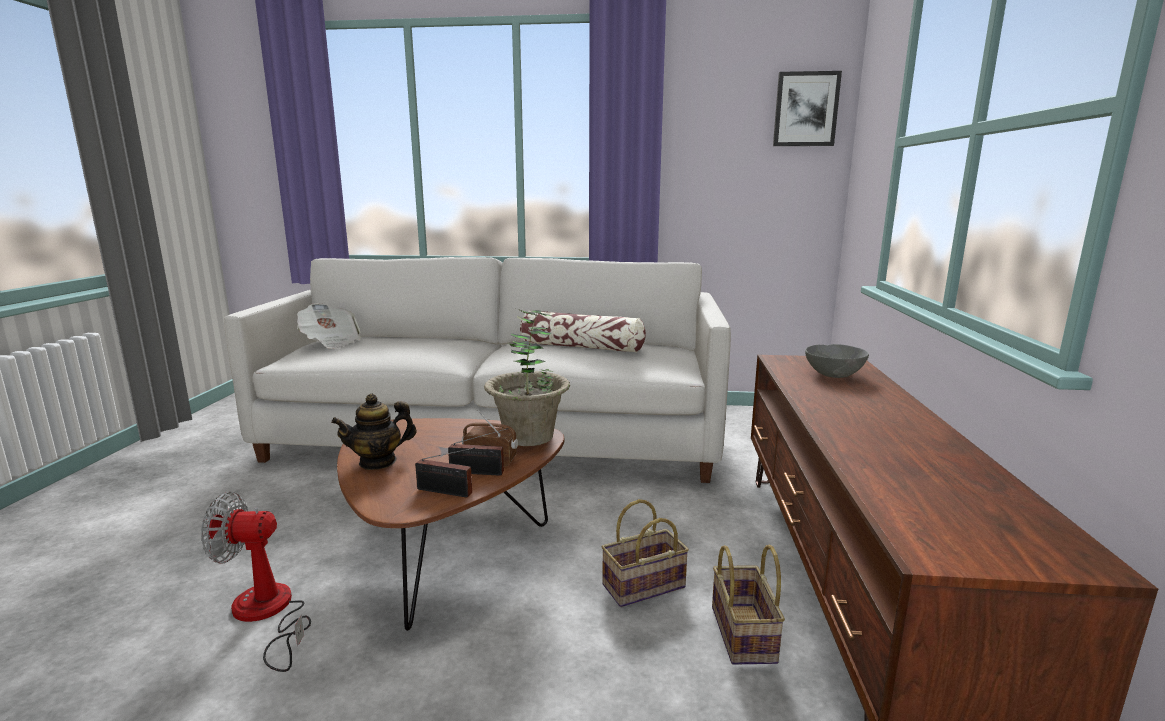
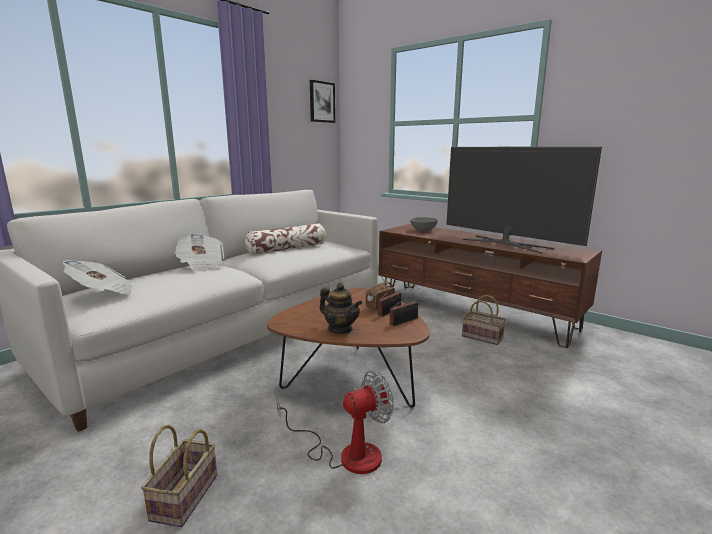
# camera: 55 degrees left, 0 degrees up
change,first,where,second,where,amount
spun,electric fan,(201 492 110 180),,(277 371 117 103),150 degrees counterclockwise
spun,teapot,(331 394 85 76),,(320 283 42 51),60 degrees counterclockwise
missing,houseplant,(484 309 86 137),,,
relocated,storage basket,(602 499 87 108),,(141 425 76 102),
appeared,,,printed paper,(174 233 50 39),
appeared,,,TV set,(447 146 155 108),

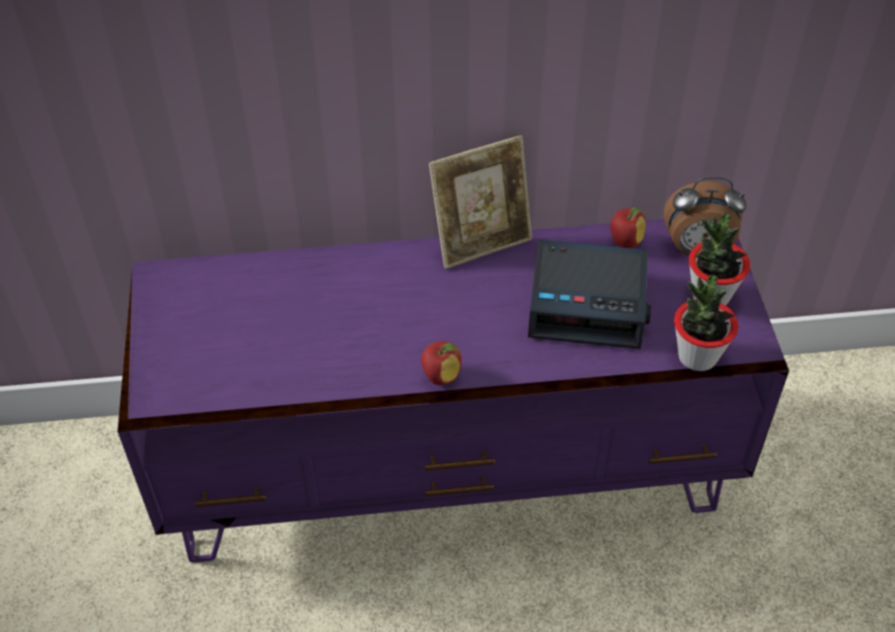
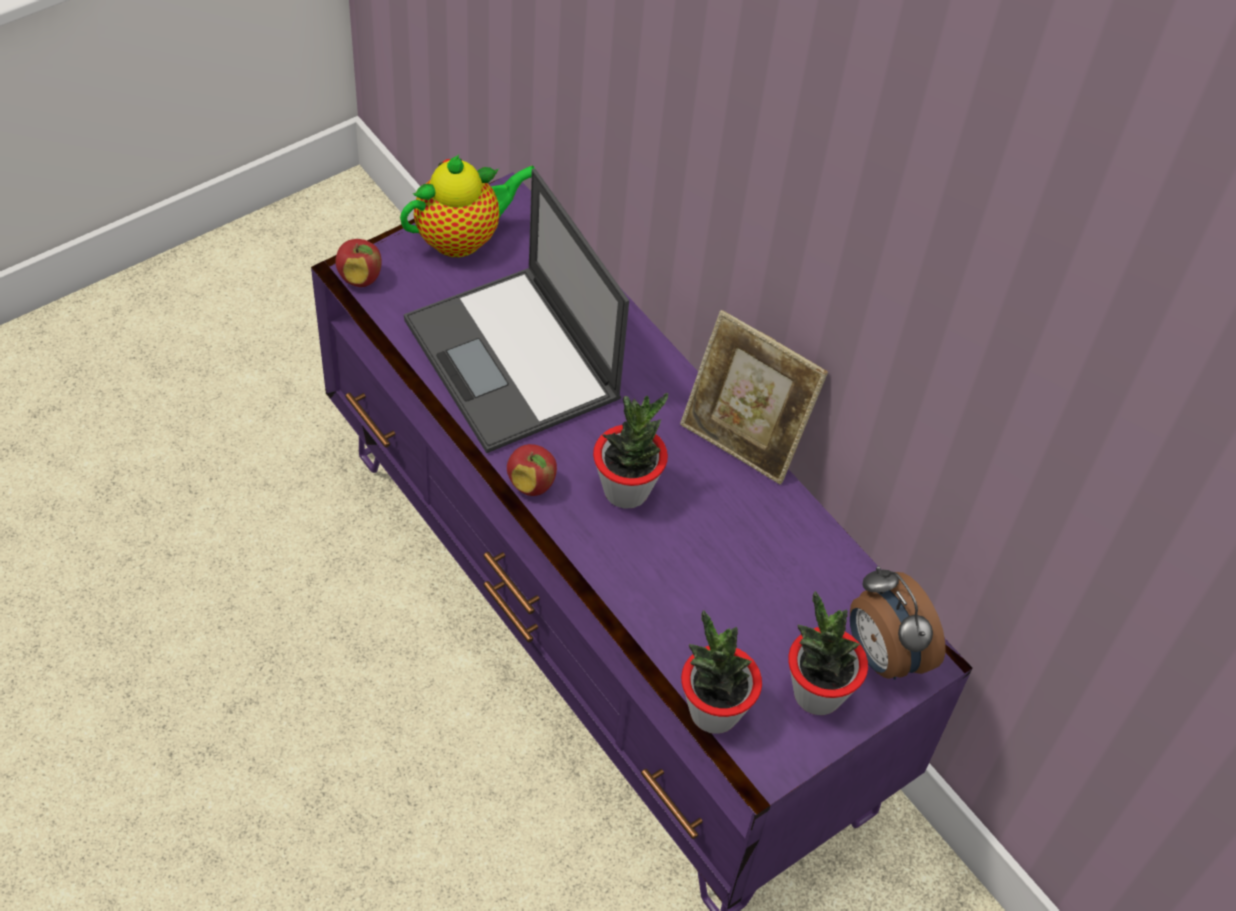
# camera: 55 degrees right, 5 degrees up
change,first,where,second,where,amount
missing,alarm clock,(528 240 123 109),,,
relocated,apple,(610 207 36 41),,(335 239 47 48),
appeared,,,teapot,(400 155 135 102),
appeared,,,laptop,(404 169 225 284),
appeared,,,houseplant,(593 393 75 116),

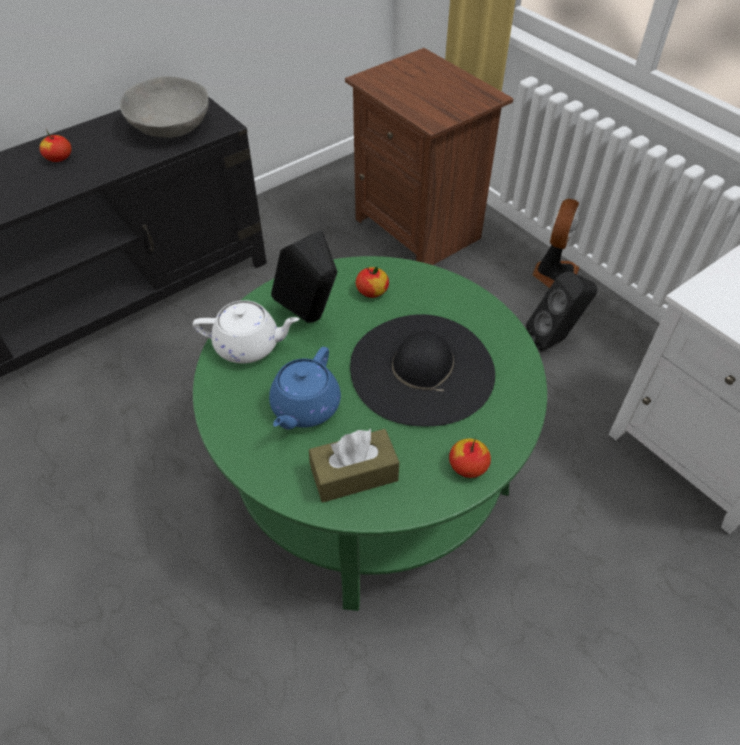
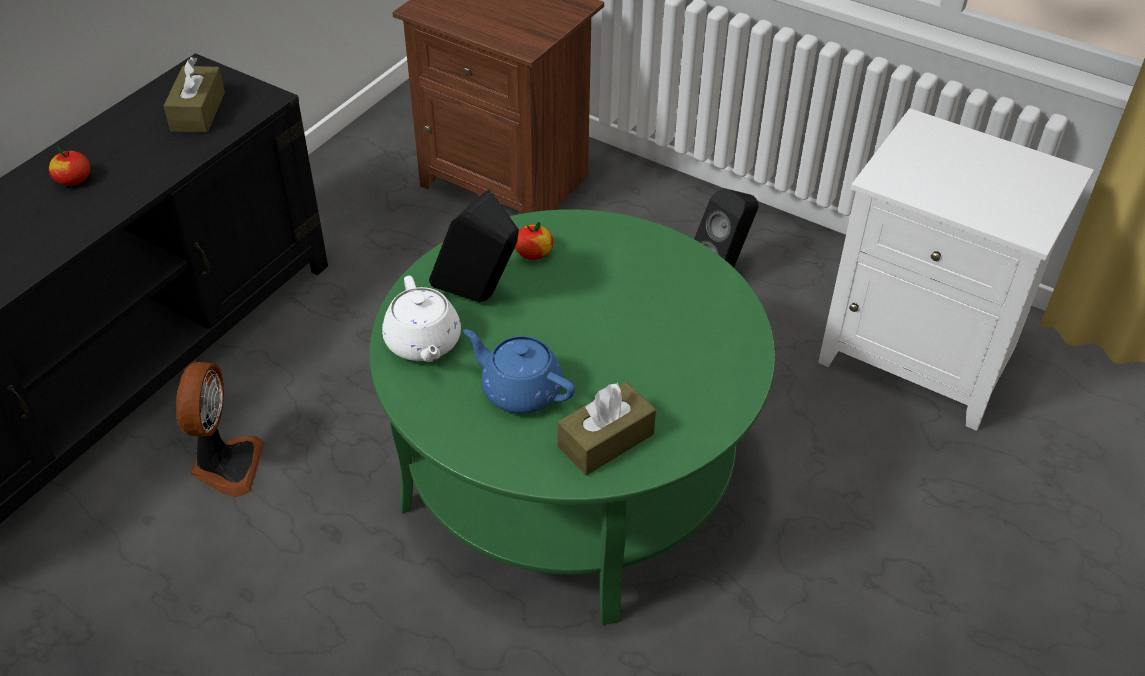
# camera: 20 degrees left, 5 degrees down
change,first,where,second,where,amount
exchanged,gray serving bowl,(120 76 89 62),brown tissue box,(164 57 61 76),
spun,white teapot,(193 300 106 64),,(382 276 79 86),90 degrees clockwise
spun,blue teapot,(269 347 72 82),,(463 329 112 85),120 degrees clockwise
missing,black-coloured clothing hat,(350 314 145 113),,,
missing,apple,(449 439 42 39),,,
relocated,electric fan,(532 199 47 89),,(176 362 89 135),

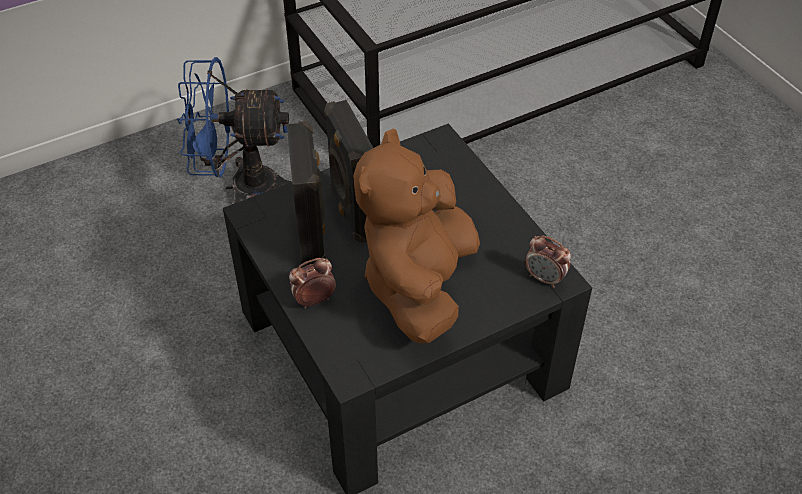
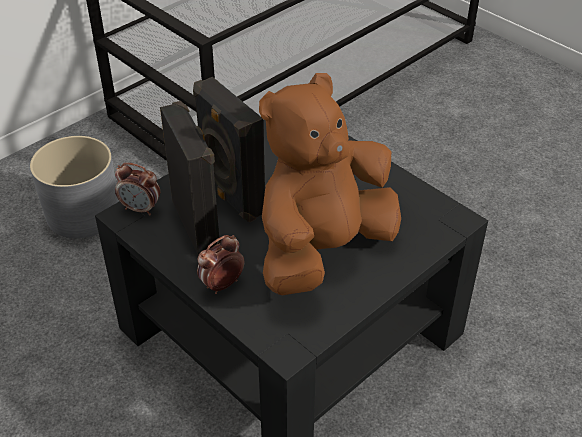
# camera: 15 degrees left, 5 degrees down
change,first,where,second,where,amount
exchanged,blue electric fan,(177 57 115 147),gray plant pot,(30 136 89 102),
spun,brown soft toy,(353 129 127 214),,(259 73 142 222),45 degrees clockwise
relocated,alarm clock,(525 235 46 53),,(115 163 45 52),

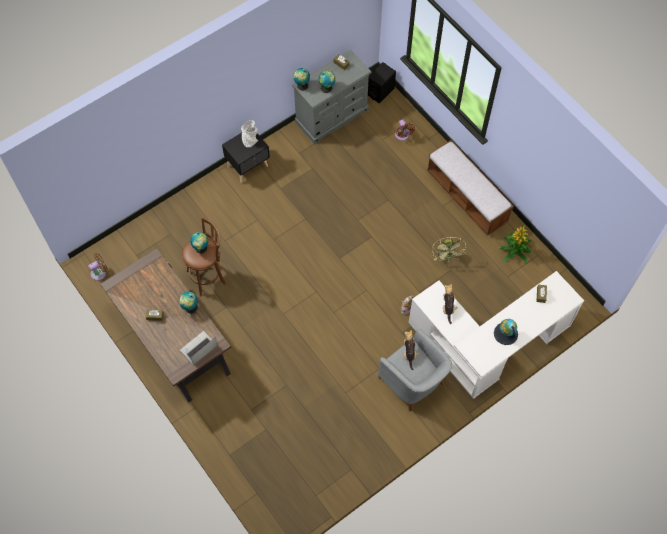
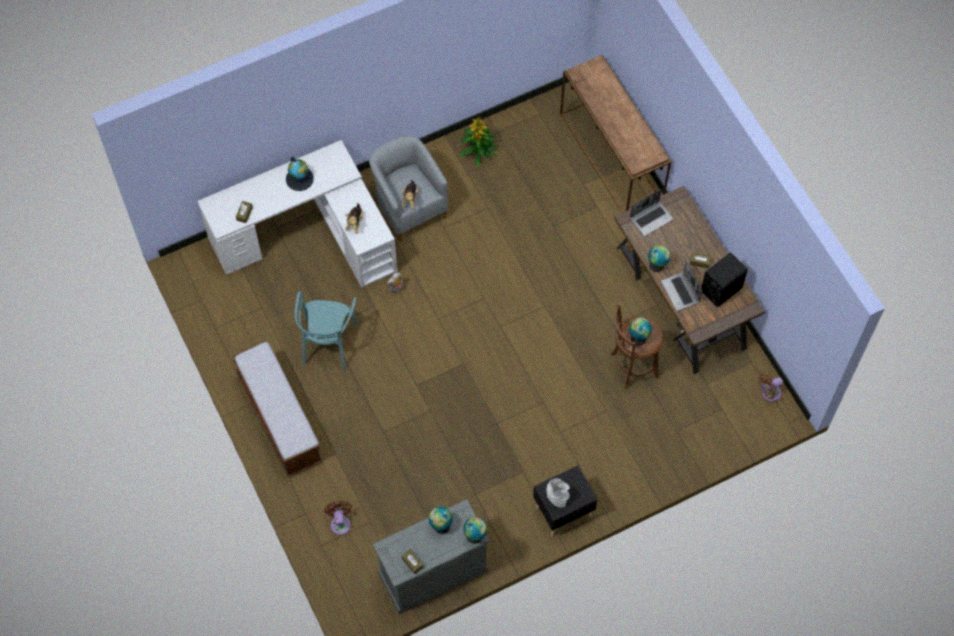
# camera: 170 degrees left, 0 degrees up
change,first,where,second,where,amount
relocated,black-coloured audio speaker,(368 62 28 41),,(701 253 47 54),
exchanged,green electric fan,(432 237 34 24),blue-green upright chair,(295 291 64 79),
relocated,houseplant,(499 226 33 36),,(459 117 39 49),
appeared,,,brown hall table,(560 55 111 158),
appeared,,,laptop,(661 261 42 50),

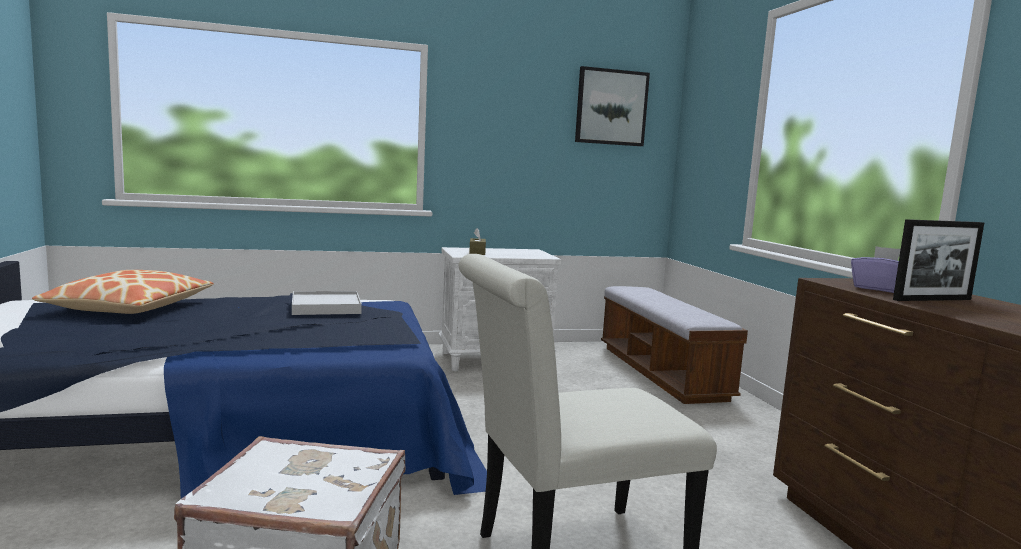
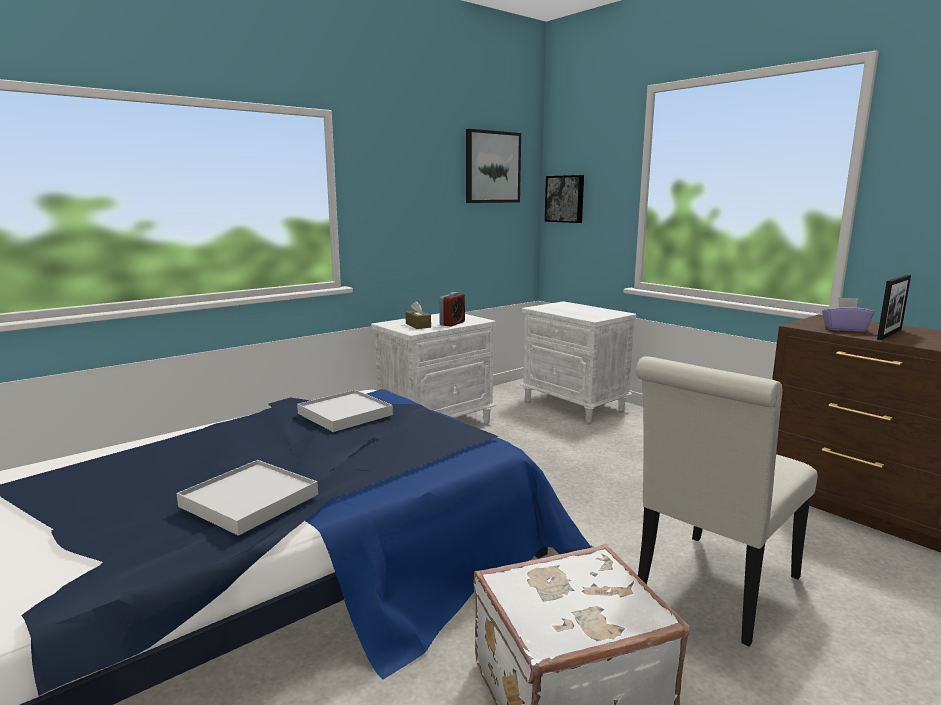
# camera: 25 degrees left, 5 degrees up
change,first,where,second,where,amount
missing,throw pillow,(32 270 182 44),,,
exchanged,long seat,(601 286 147 118),white bedside table,(520 301 116 122),
appeared,,,white serving tray,(176 460 142 76),
appeared,,,alarm clock,(439 292 26 35),
appeared,,,wall art,(545 175 39 48),

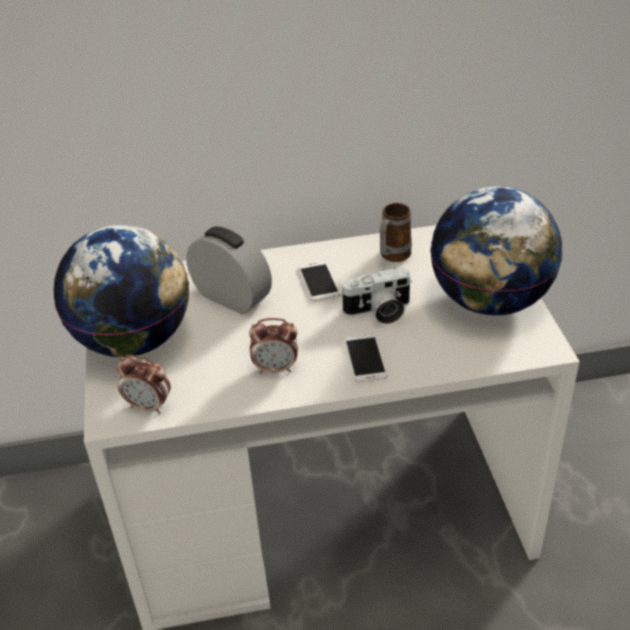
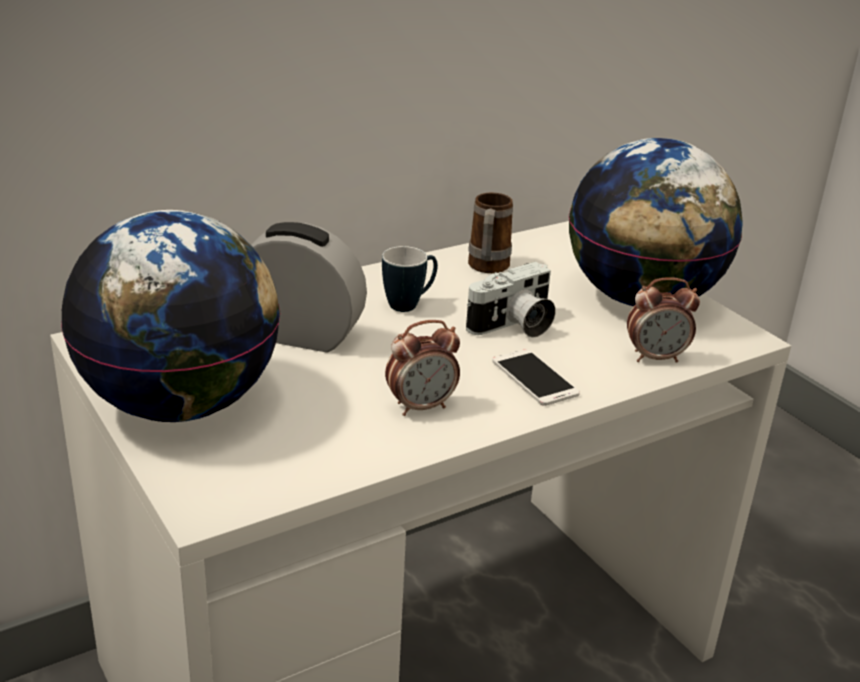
# camera: 25 degrees left, 10 degrees down
change,first,where,second,where,amount
relocated,alarm clock,(117 355 54 59),,(627 277 73 86),
exchanged,handset,(299 261 41 41),coffee mug,(382 246 56 66),

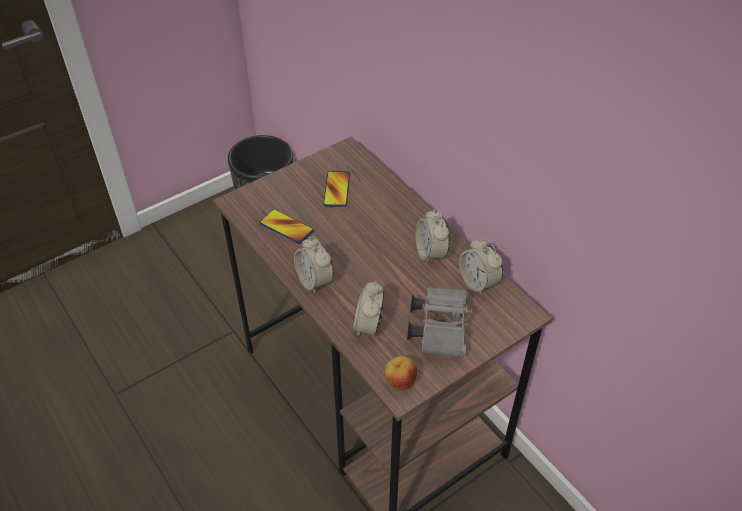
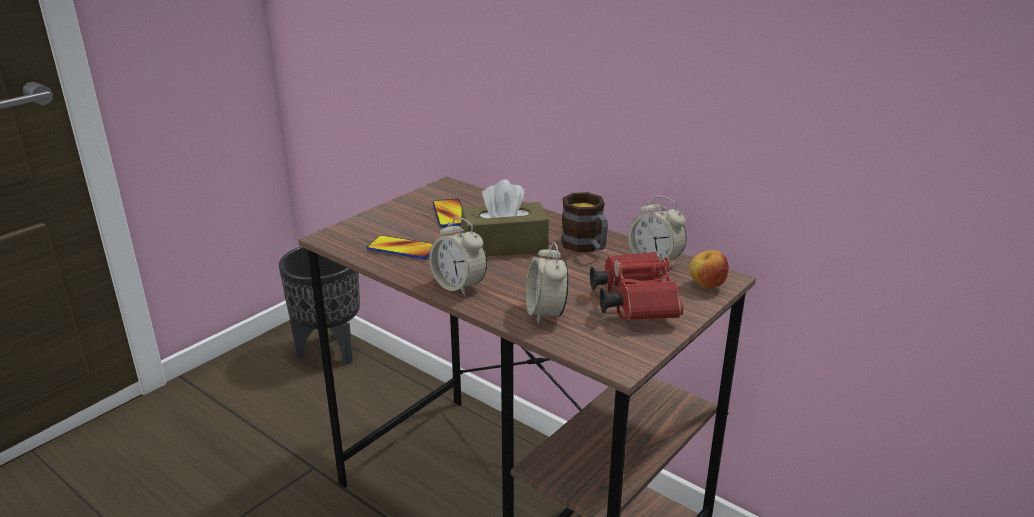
# camera: 15 degrees left, 20 degrees down
change,first,where,second,where,amount
relocated,apple,(385 356 32 34),,(689 250 40 38),
colour,gray binoculars,(407 287 65 71),reddish binoculars,(590 251 93 69),
exchanged,alarm clock,(415 209 35 56),coffee mug,(561 192 47 61),
appeared,,,brown tissue box,(461 180 88 76),

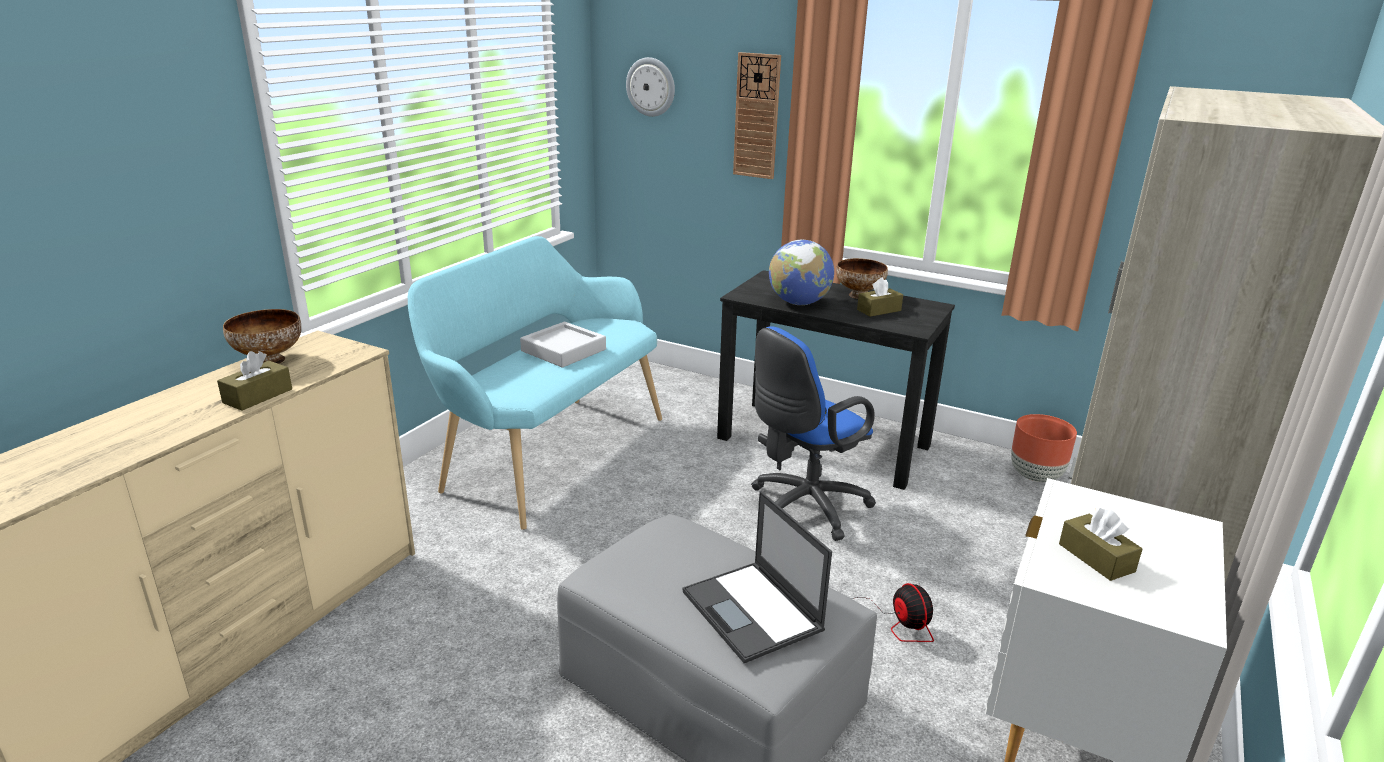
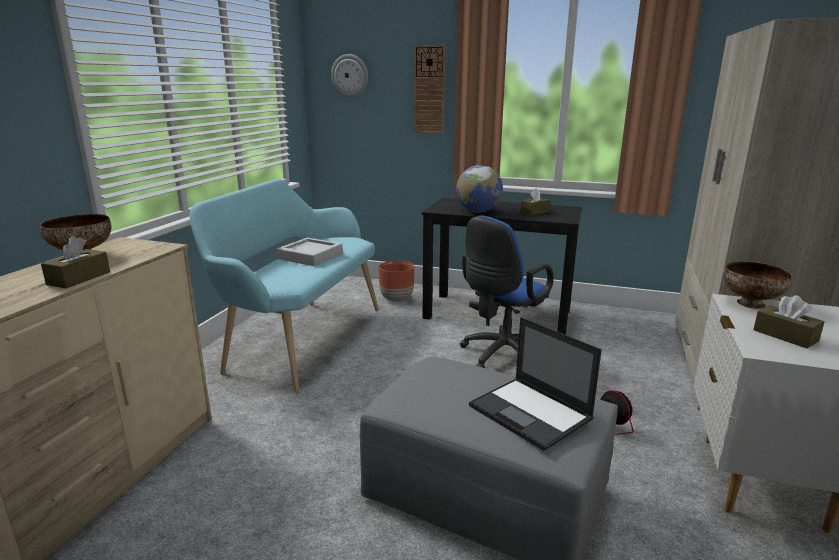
# camera: 10 degrees left, 5 degrees down
change,first,where,second,where,amount
relocated,serving bowl,(836 258 52 41),,(723 261 69 48),
relocated,brown plant pot,(1011 414 66 68),,(379 261 35 41),

